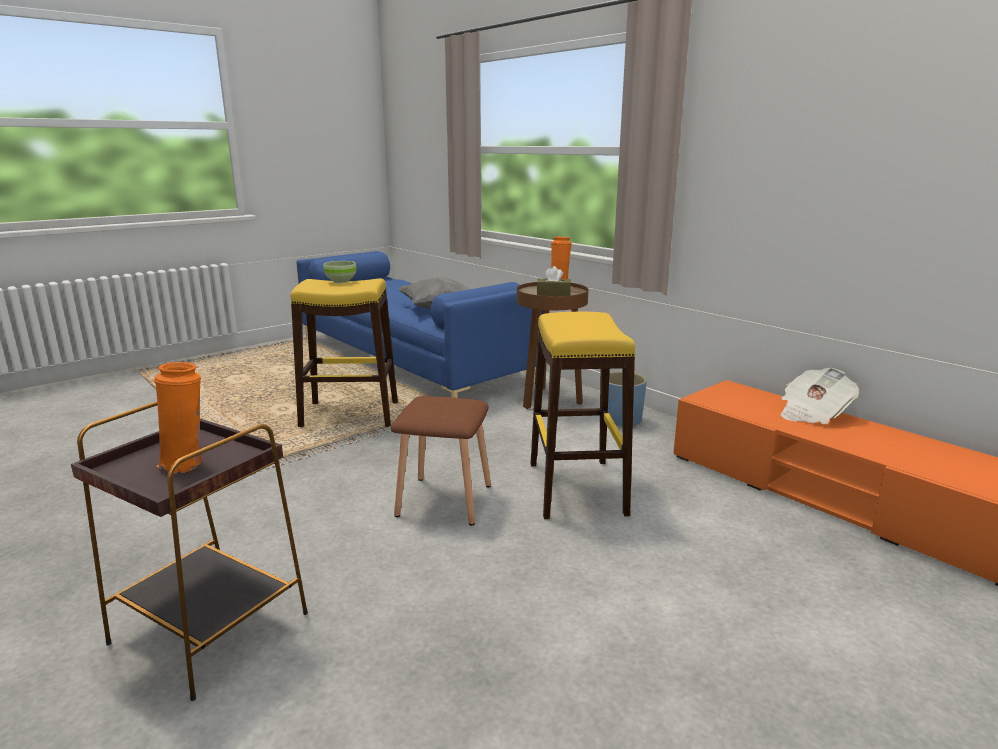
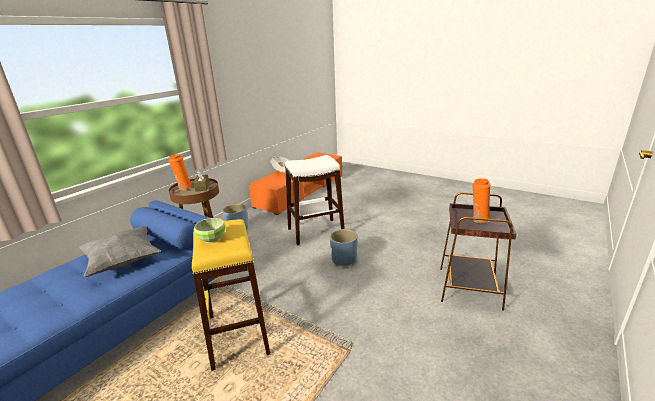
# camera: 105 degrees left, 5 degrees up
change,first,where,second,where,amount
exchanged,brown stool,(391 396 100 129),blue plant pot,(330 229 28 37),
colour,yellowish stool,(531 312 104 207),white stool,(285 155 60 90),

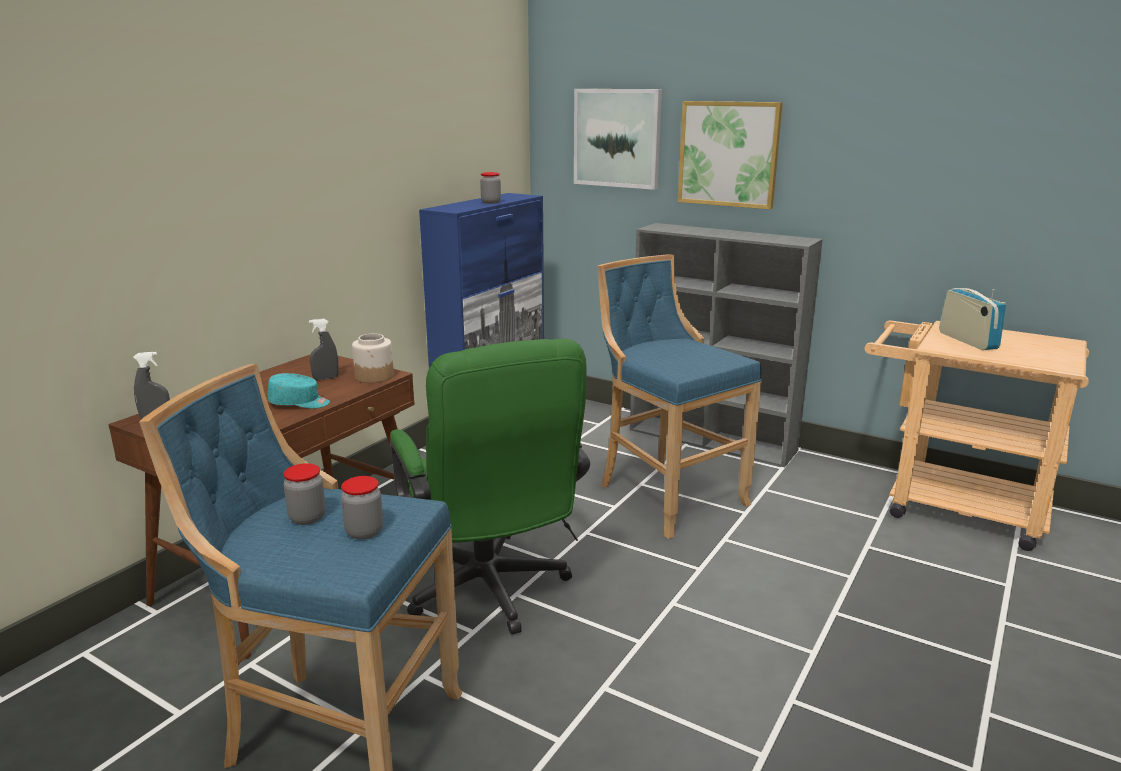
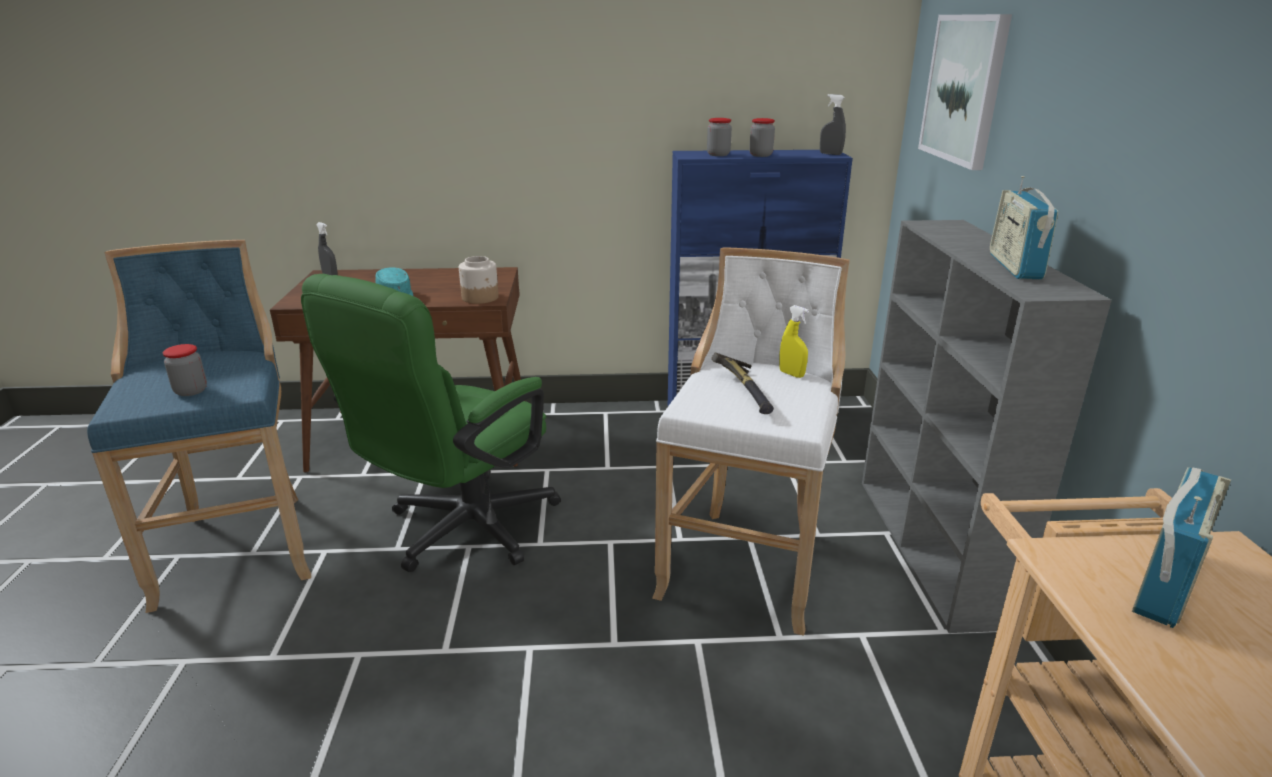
# camera: 55 degrees right, 5 degrees up
change,first,where,second,where,amount
relocated,jar,(284 463 42 62),,(707 118 25 38),
relocated,gray hand sprayer,(309 319 30 61),,(820 94 26 61),
colour,blue stool,(597 255 165 284),white stool,(652 248 198 388),
missing,wall art,(678 101 105 108),,,
appeared,,,hammer,(712 353 62 61),
appeared,,,yellowish hand sprayer,(779 305 30 73),
appeared,,,radio,(990 176 68 103),

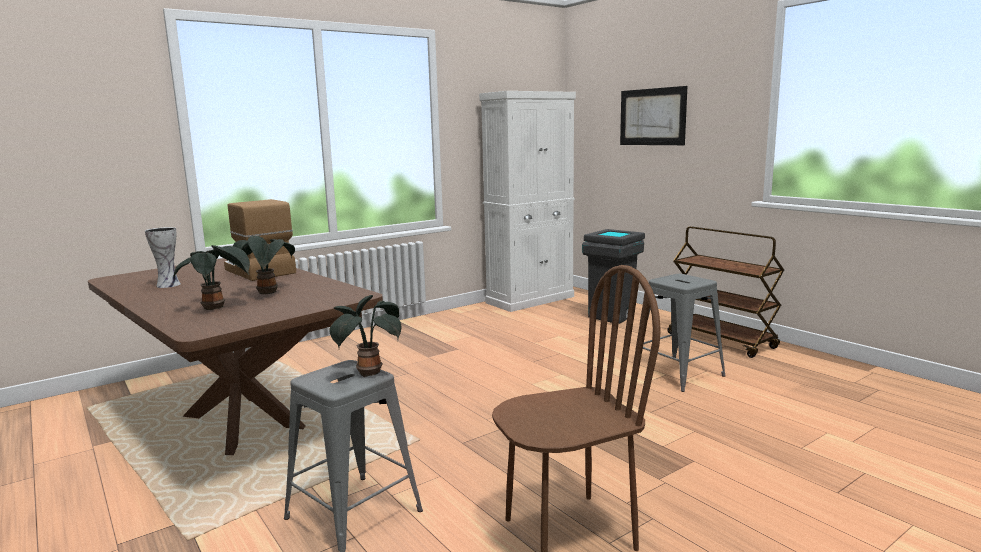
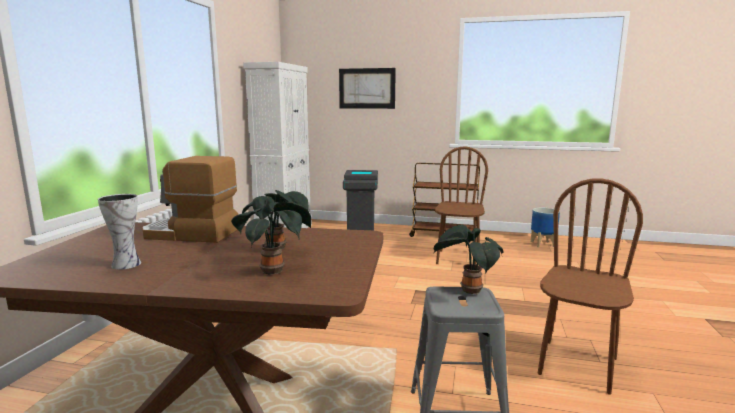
# camera: 40 degrees left, 0 degrees up
change,first,where,second,where,amount
exchanged,gray stool,(643 274 83 118),brown upright chair,(435 146 53 119),
appeared,,,plant pot,(531 208 29 39),

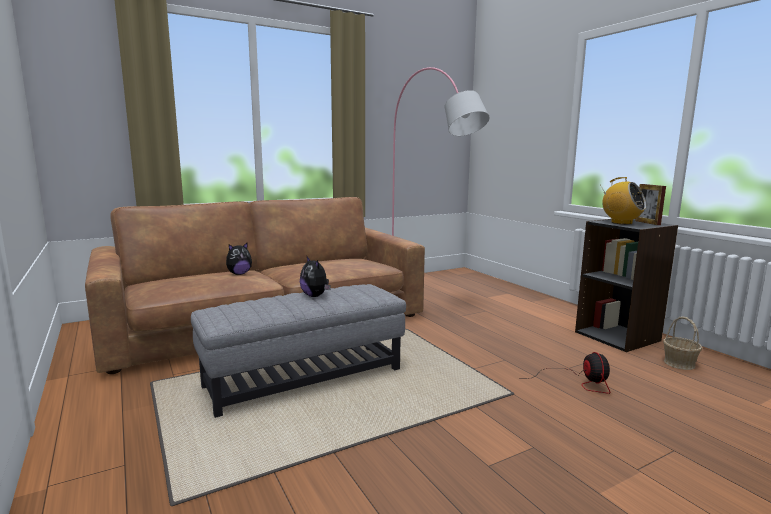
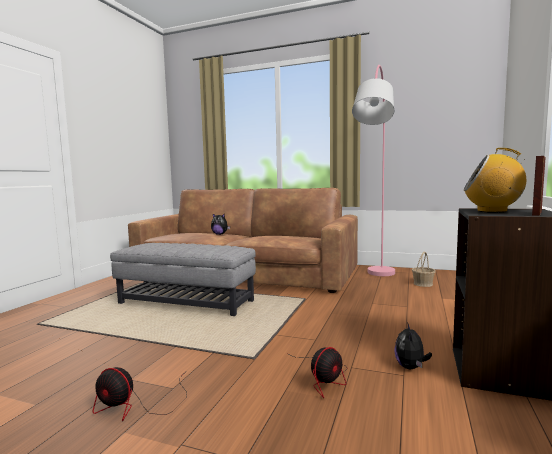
# camera: 50 degrees right, 5 degrees down
change,first,where,second,where,amount
relocated,soft toy,(300 257 31 40),,(394 322 38 47),
spun,radio,(601 177 45 48),,(464 148 62 65),105 degrees clockwise
relocated,storage basket,(663 317 40 53),,(412 252 24 35),
appeared,,,electric fan,(93 367 94 54),

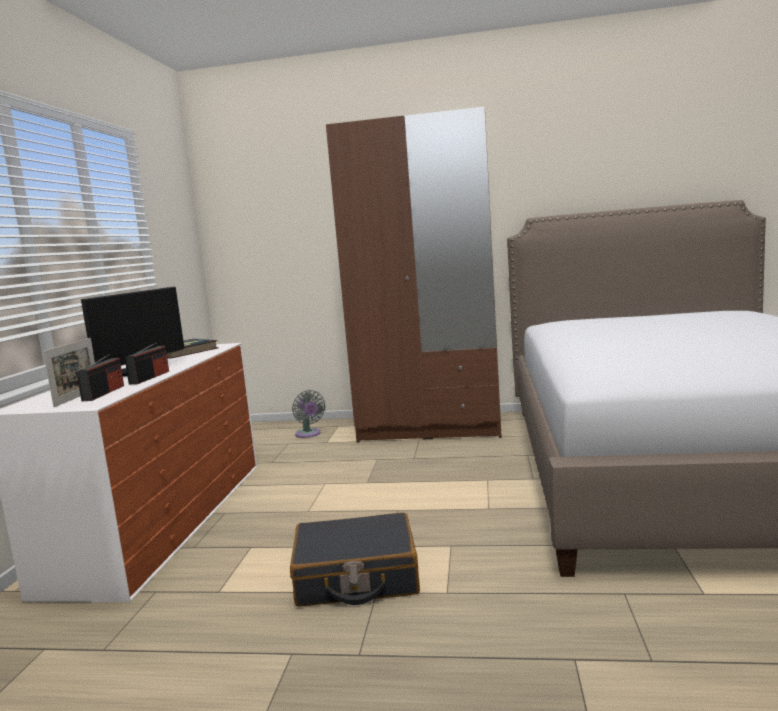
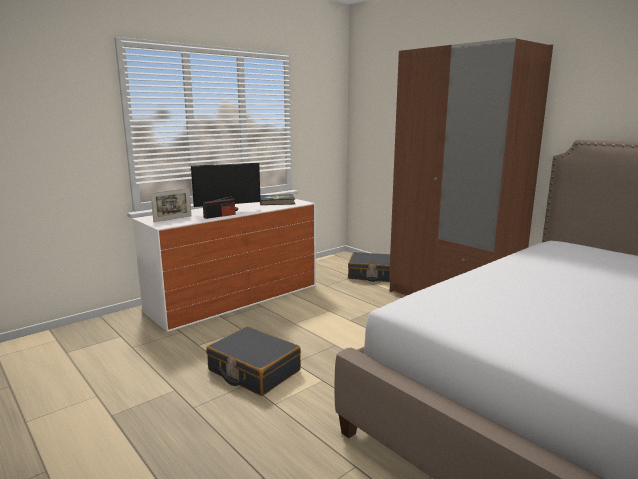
# camera: 40 degrees right, 5 degrees up
change,first,where,second,where,amount
missing,radio,(77 354 47 47),,,
exchanged,gray electric fan,(292 390 33 48),black-coloured suitcase,(348 252 42 30),

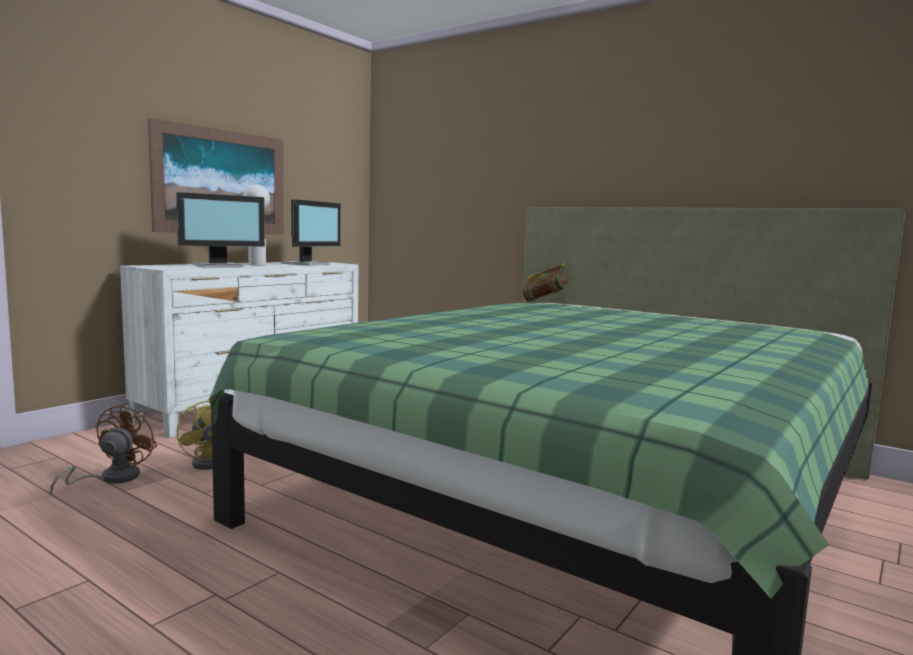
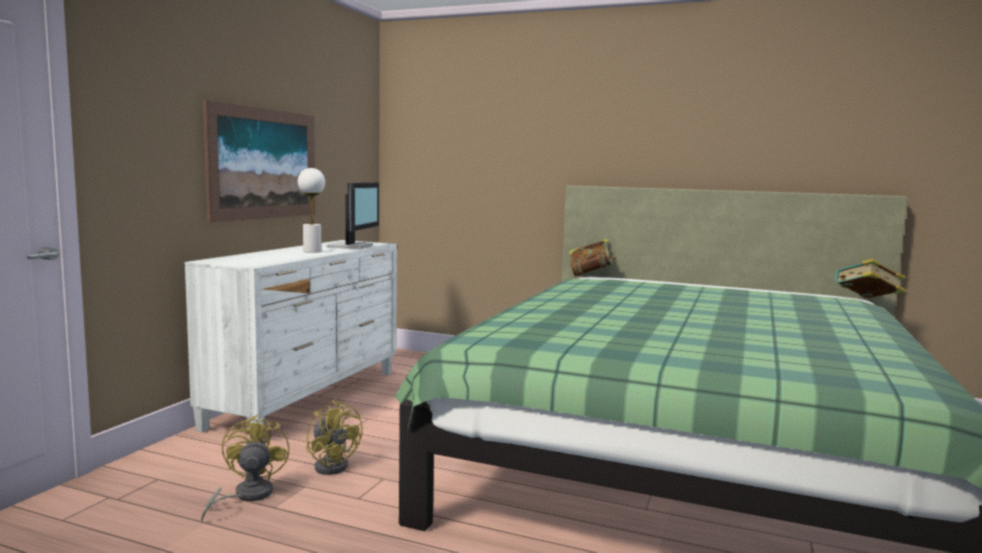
# camera: 15 degrees left, 0 degrees up
change,first,where,second,where,amount
colour,brown electric fan,(50 403 107 92),yellowish electric fan,(201 415 88 107),
missing,computer screen,(176 192 89 75),,,
appeared,,,volume,(835 259 71 39),

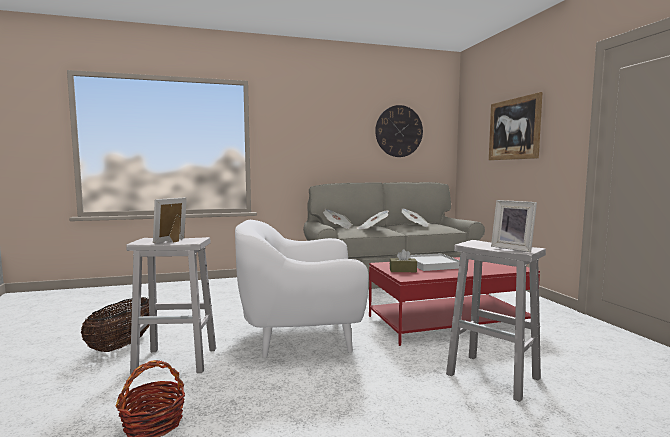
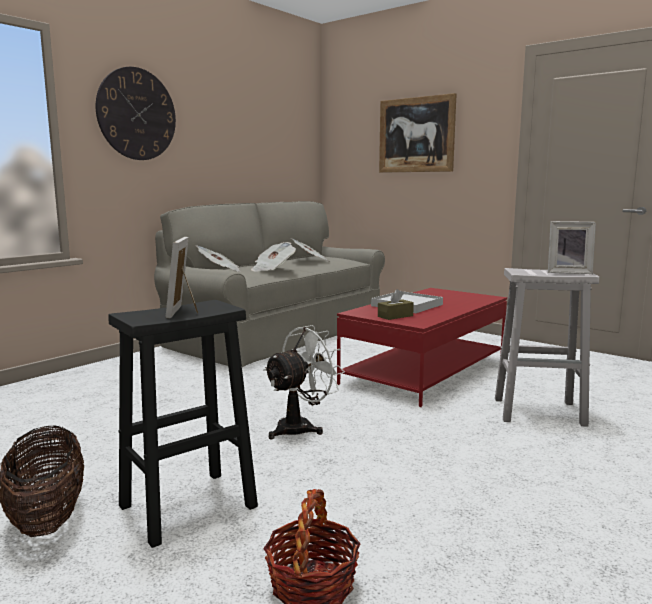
# camera: 35 degrees left, 5 degrees up
change,first,where,second,where,amount
colour,white stool,(126 237 90 138),black-coloured stool,(108 300 150 248),
exchanged,white lounge chair,(235 220 133 138),white electric fan,(263 325 82 114),
relocated,wall clock,(375 105 48 52),,(96 67 80 93),

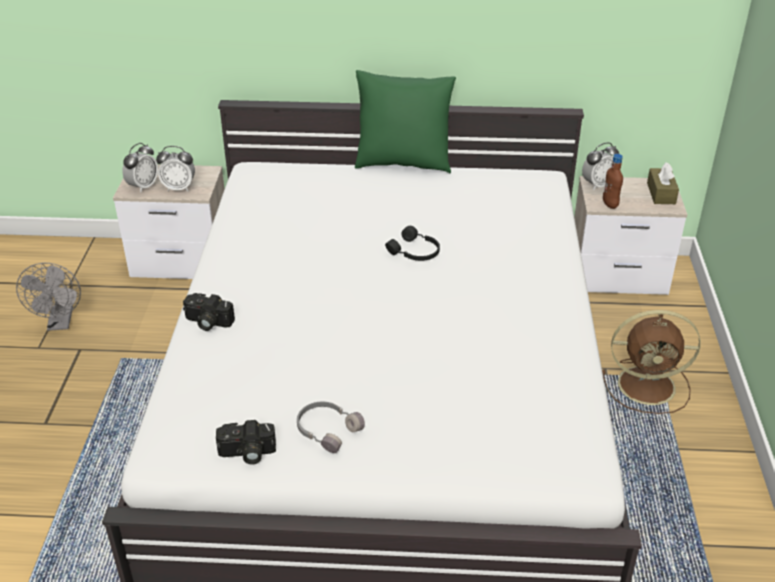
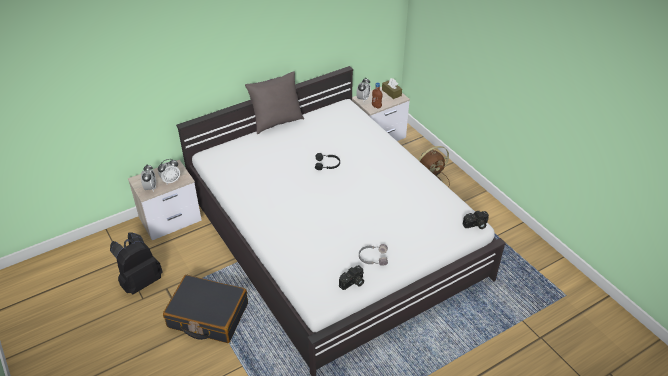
# camera: 35 degrees left, 5 degrees up
change,first,where,second,where,amount
exchanged,gray electric fan,(16 263 65 68),black-coloured knapsack,(110 233 53 61),
relocated,photo camera,(183 293 52 38),,(463 211 26 18),
colour,green throw pillow,(355 70 101 104),gray throw pillow,(245 71 59 63),
appeared,,,black-coloured suitcase,(163 275 85 68),

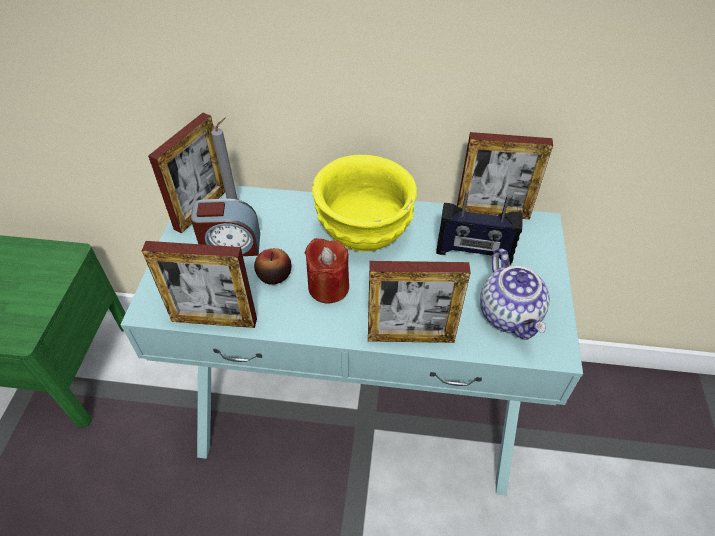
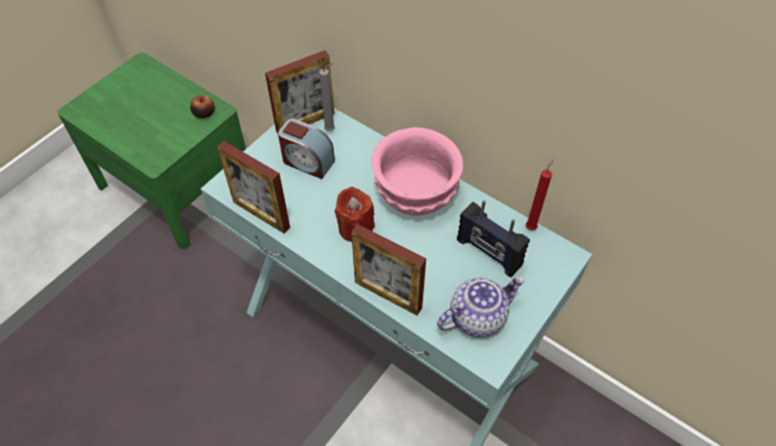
# camera: 30 degrees right, 5 degrees up
change,first,where,second,where,amount
relocated,apple,(254 248 37 37),,(190 95 25 23),
colour,yellowish serving bowl,(312 155 105 96),pink-coloured serving bowl,(372 127 91 89),
exchanged,picture frame,(457 132 96 87),reddish wax candle,(526 159 28 71),
spun,teapot,(480 249 70 91),,(437 276 88 62),135 degrees counterclockwise

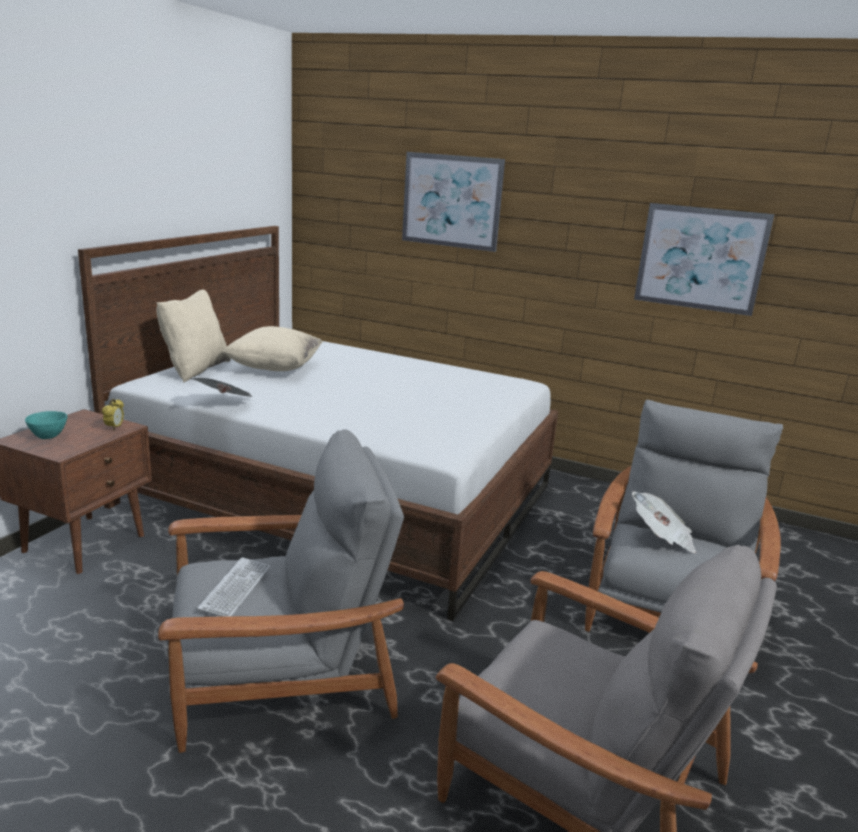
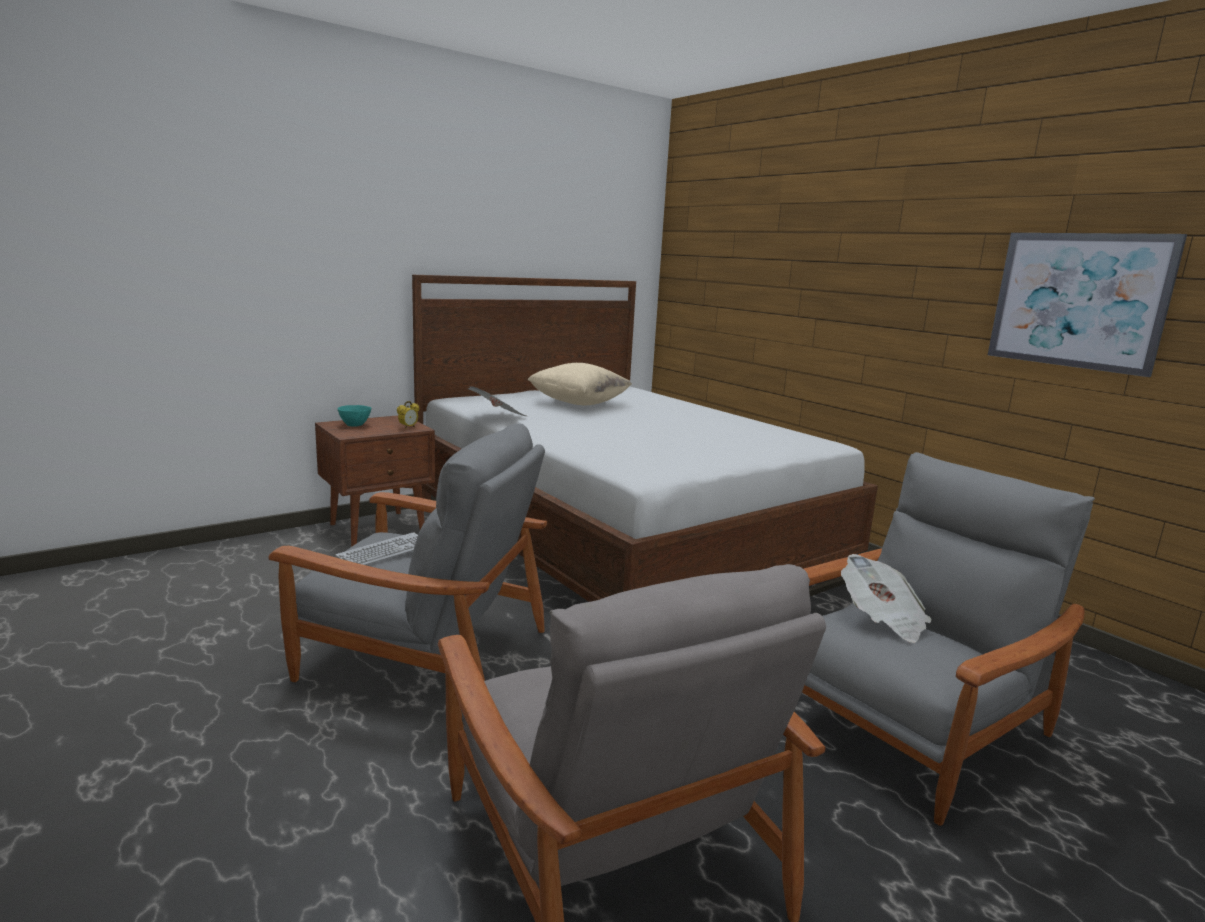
# camera: 30 degrees right, 5 degrees down
change,first,where,second,where,amount
missing,beige-coloured throw pillow,(156 289 75 94),,,
missing,wall art,(402 152 103 100),,,

